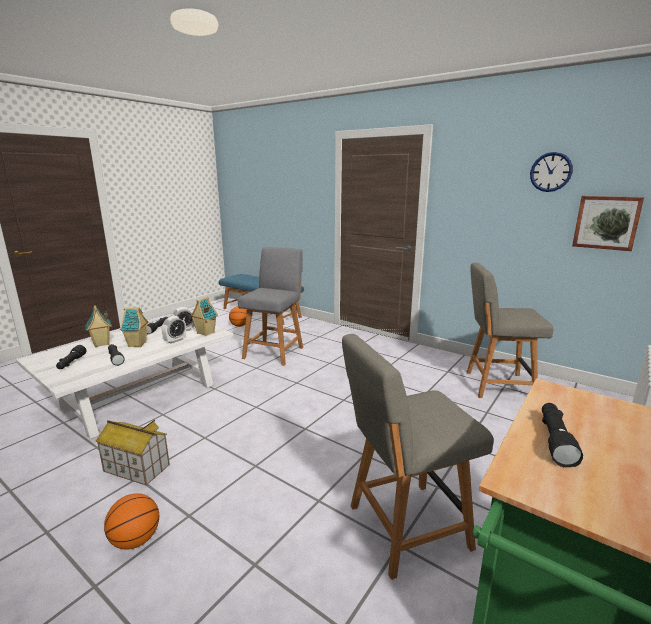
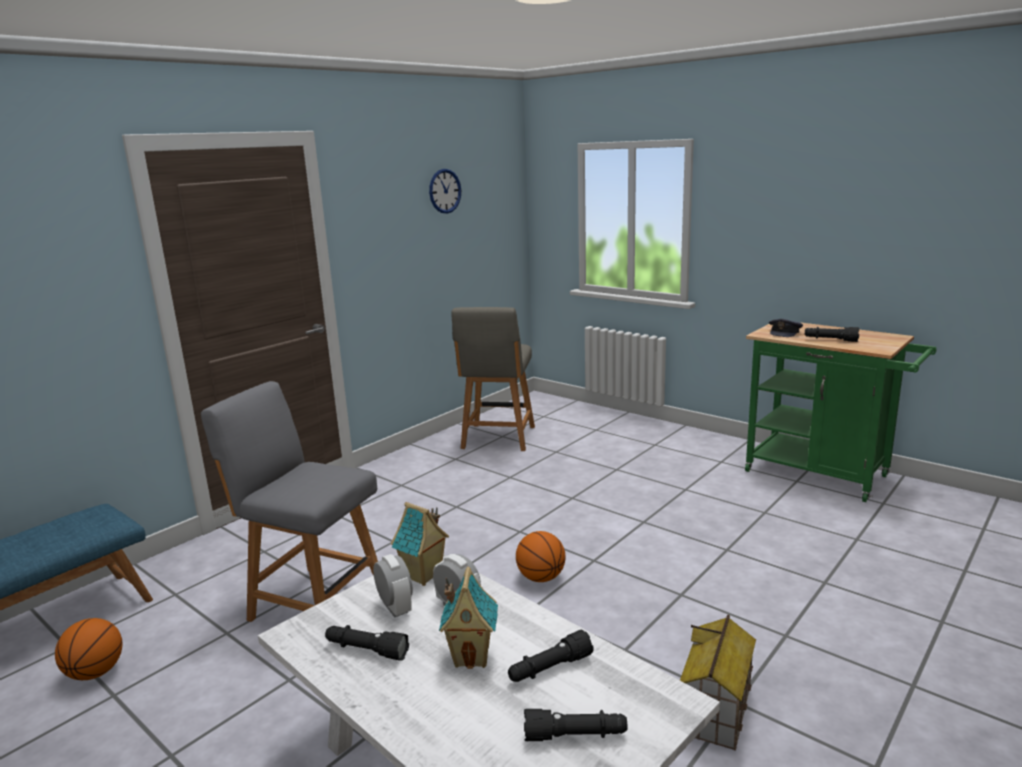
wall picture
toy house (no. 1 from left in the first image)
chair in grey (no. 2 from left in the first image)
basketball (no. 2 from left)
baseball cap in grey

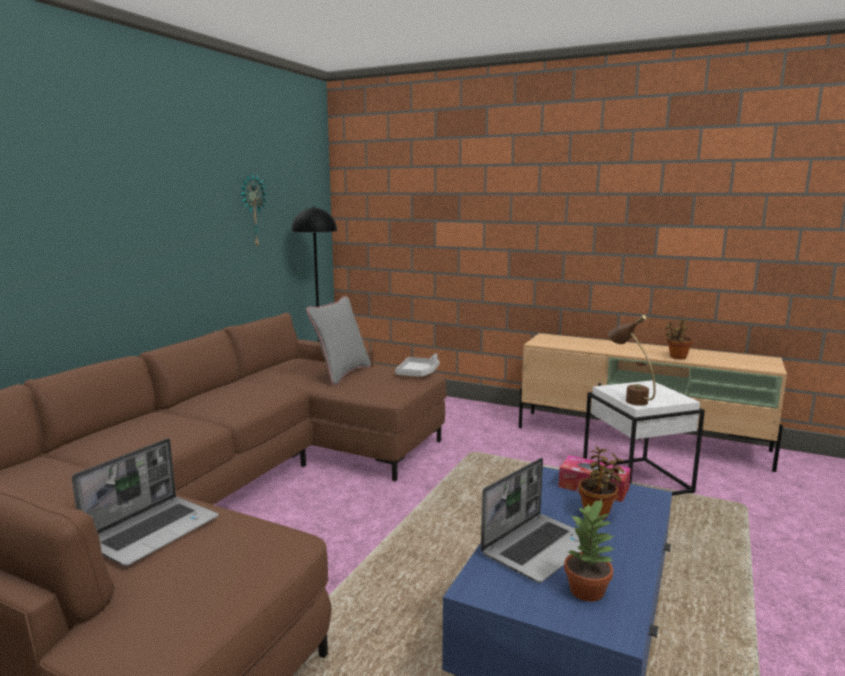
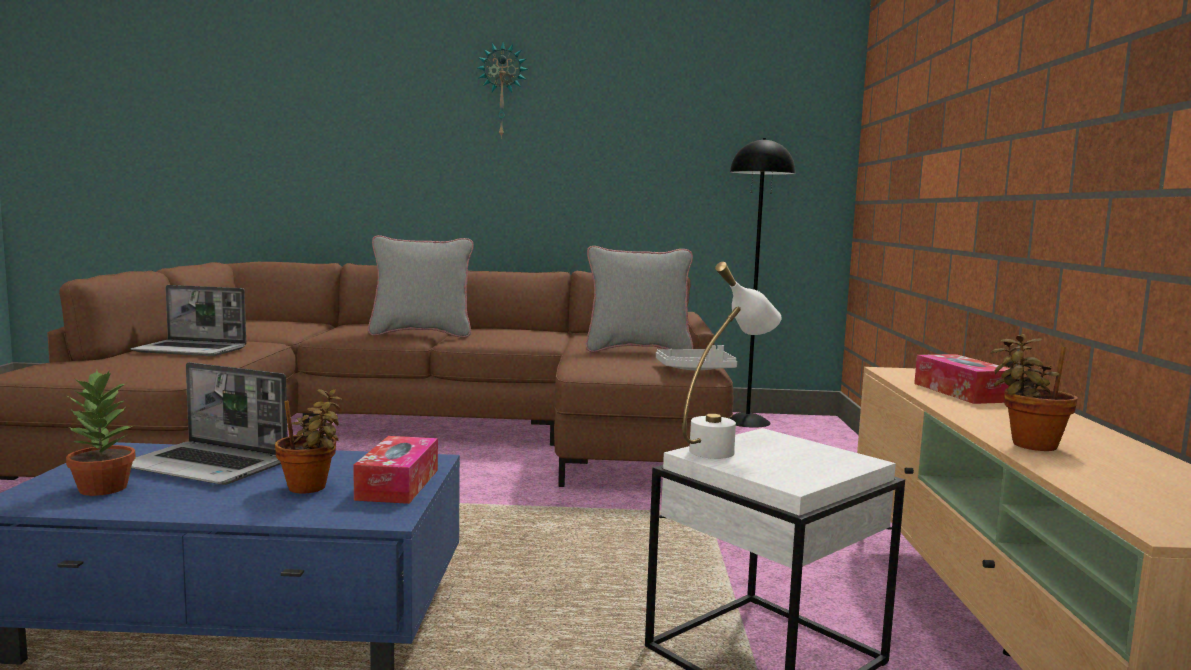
clock on the wall
tabletop lamp in whitish
pillow in grey (no. 1 from left)
box of tissues (no. 2 from left)

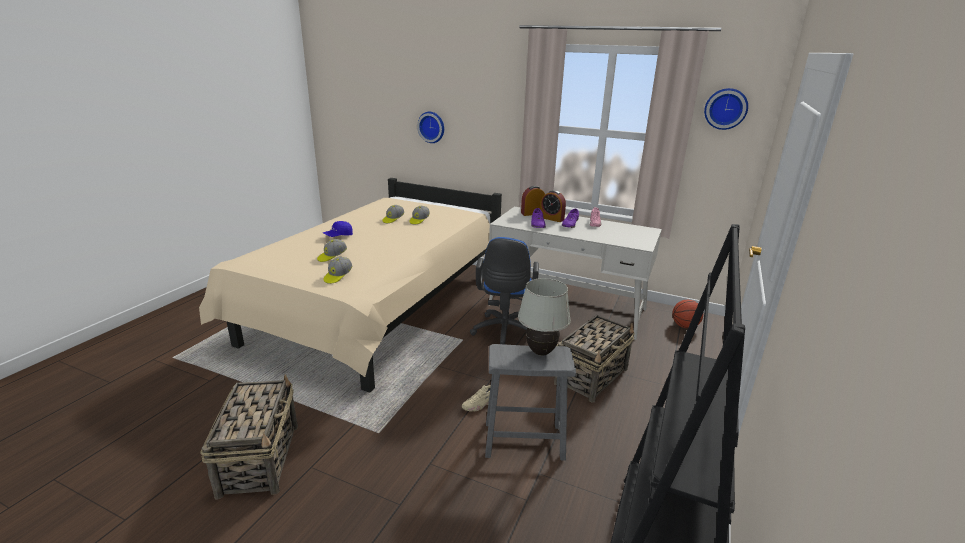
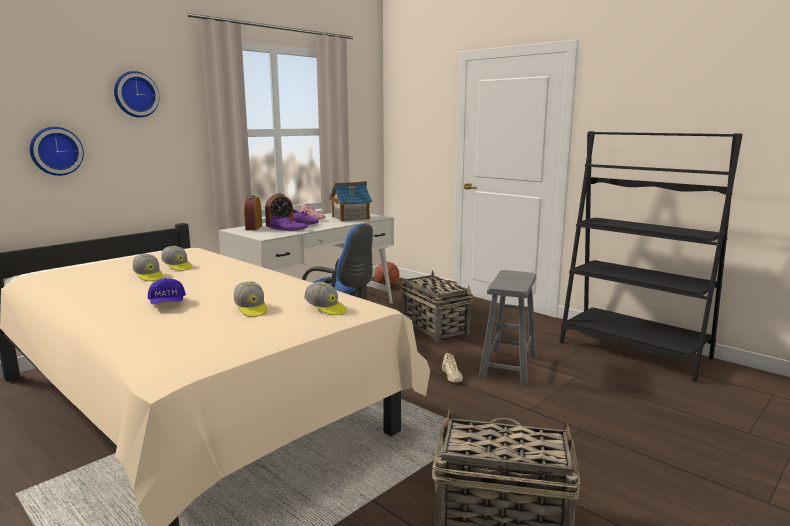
clock on the wall (no. 2 from left)
tabletop lamp in whitish
toy house

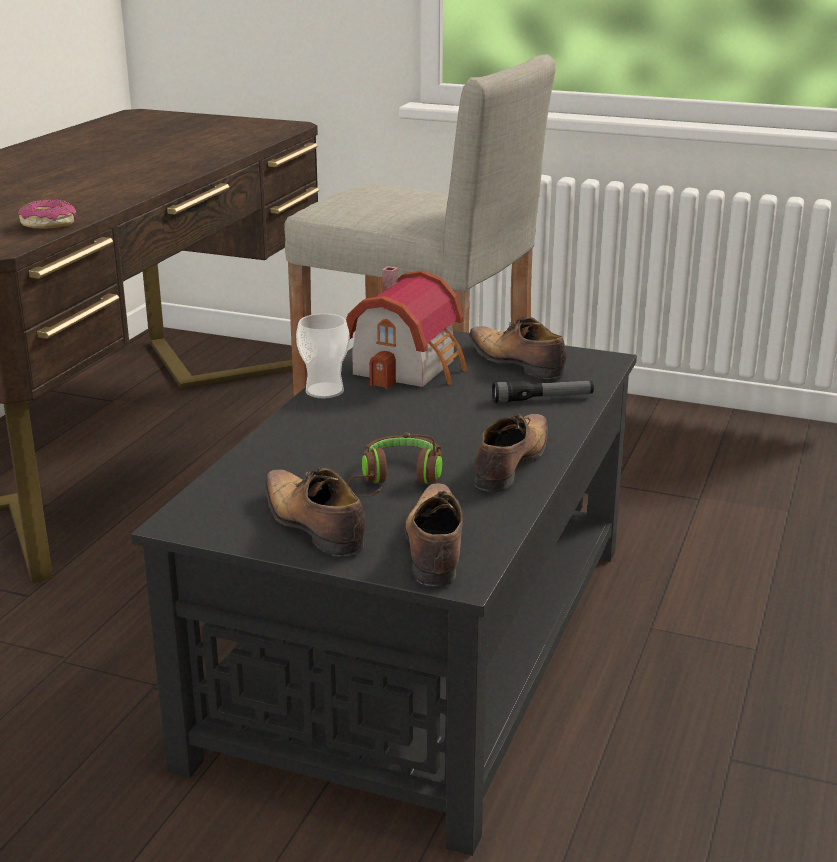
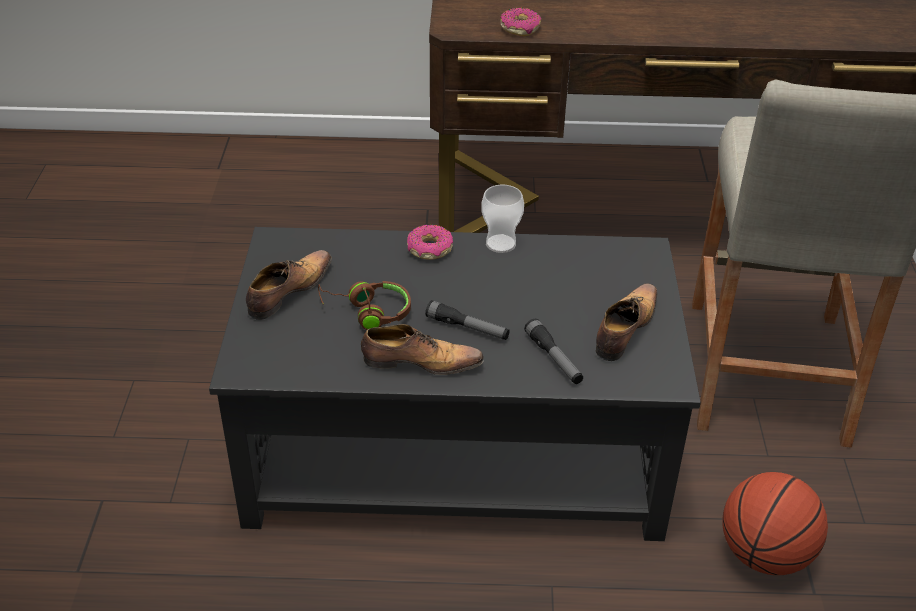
toy house
shoe (no. 2 from left in the first image)
donut (no. 1 from left)
hand torch (no. 1 from left)
basketball

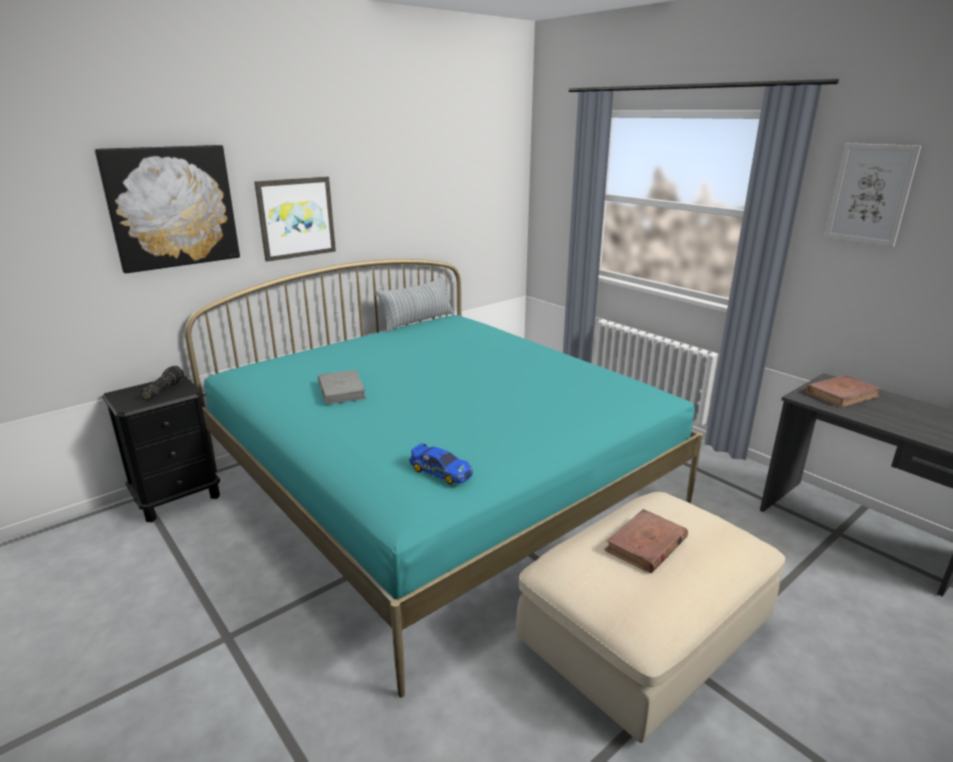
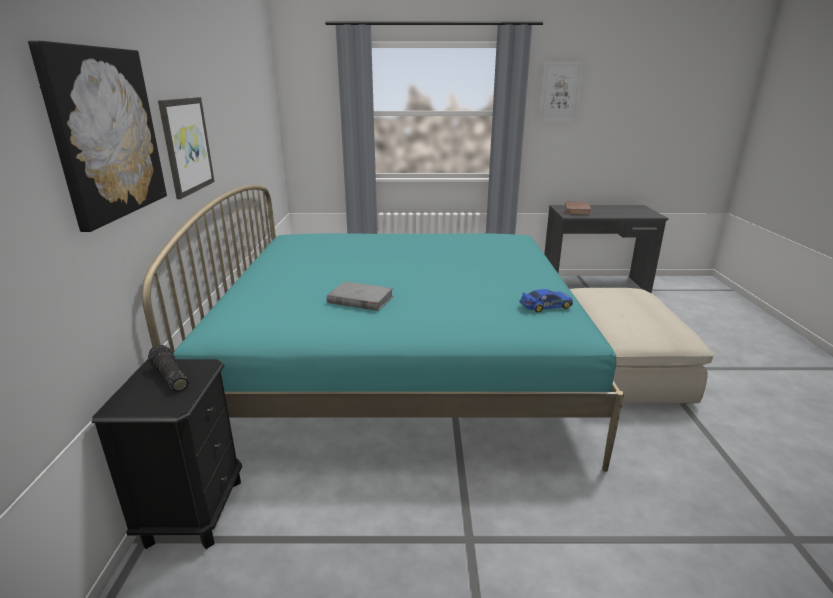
pillow
book in brown-coloured (no. 1 from left in the first image)

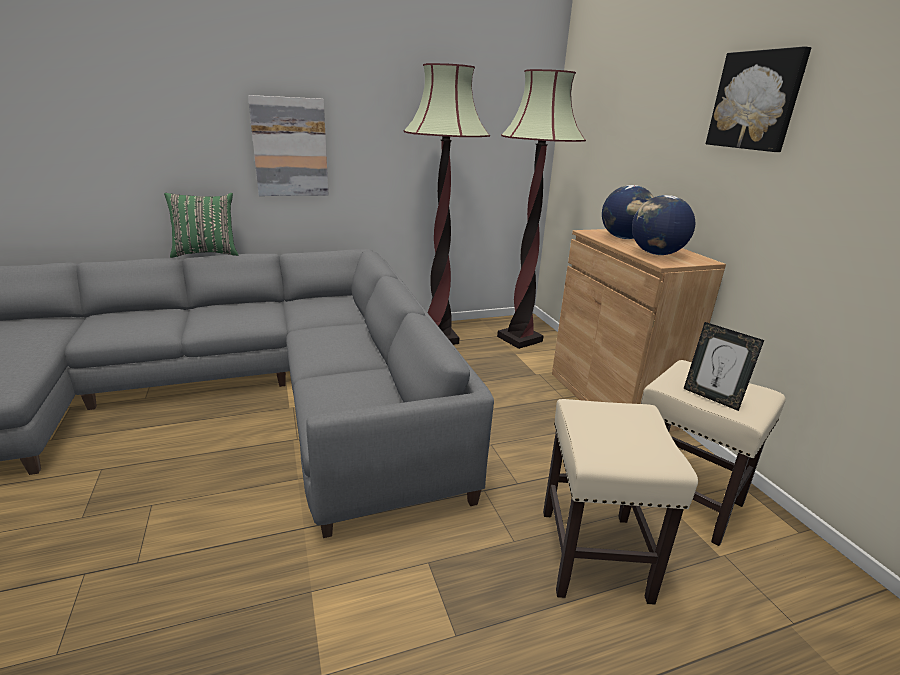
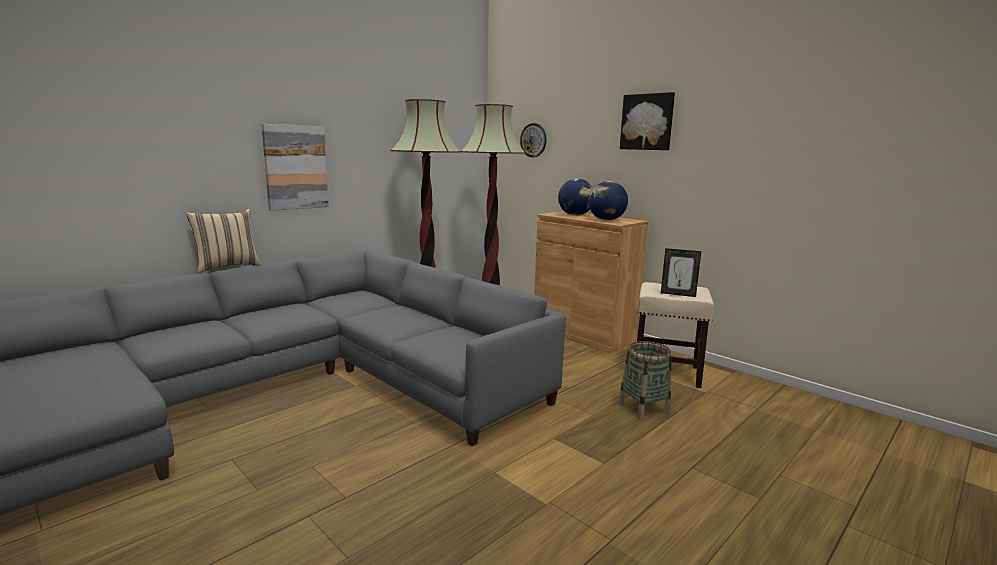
pillow in beige
basket
clock on the wall

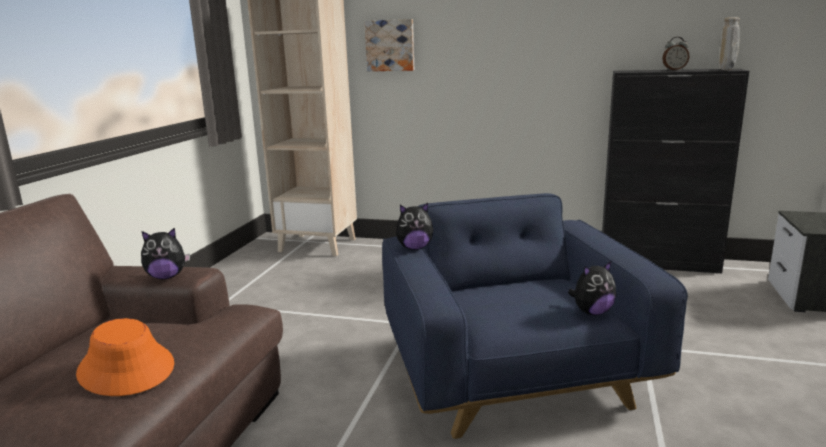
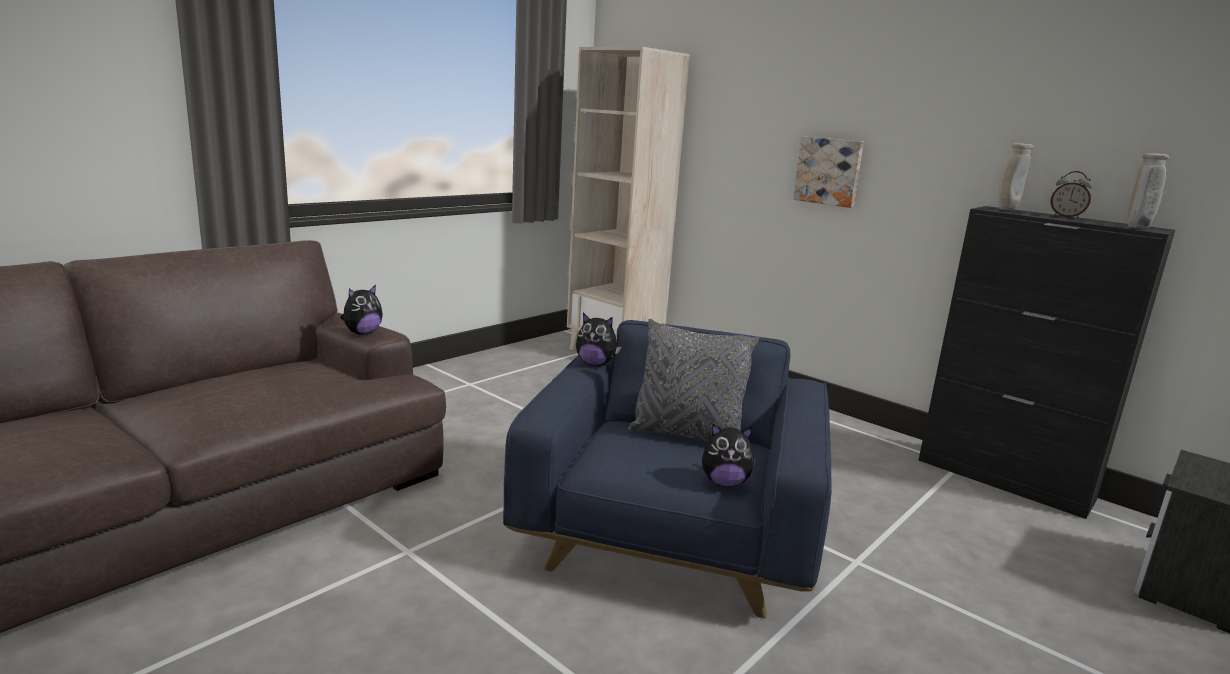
wall picture
cuddly toy (no. 1 from left)
clothing hat in orange
vase in beige (no. 1 from left)
pillow in grey

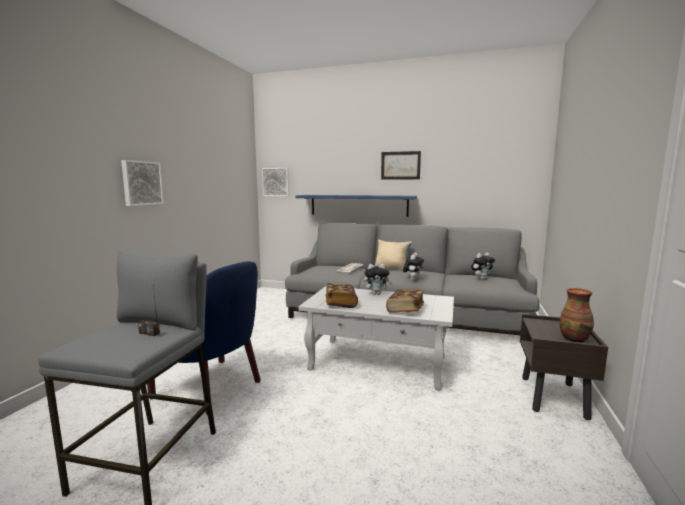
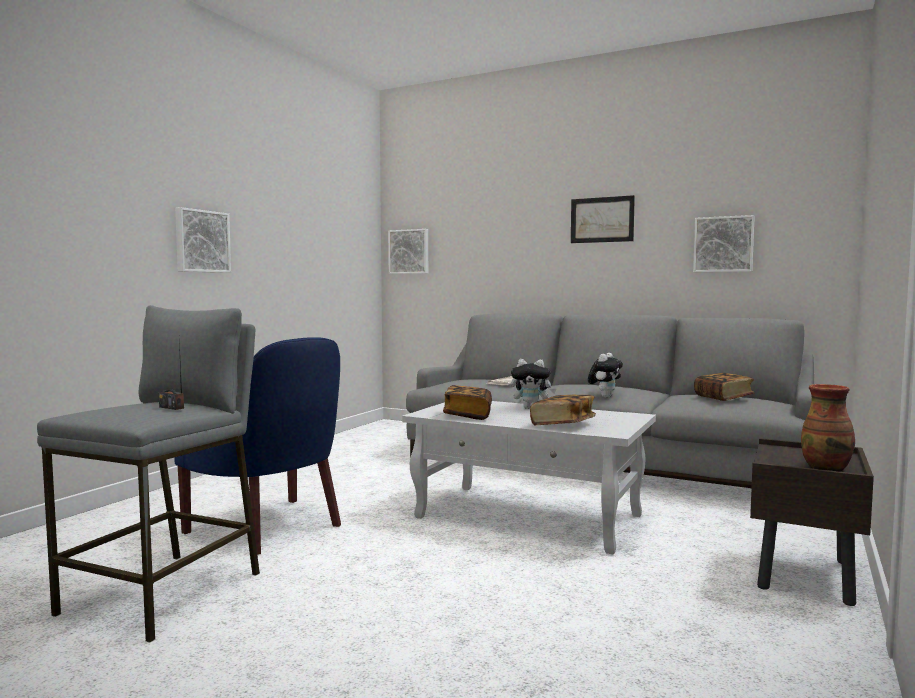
bracket shelf in blue-coloured
pillow in beige
book (no. 3 from left)
wall picture (no. 4 from left)

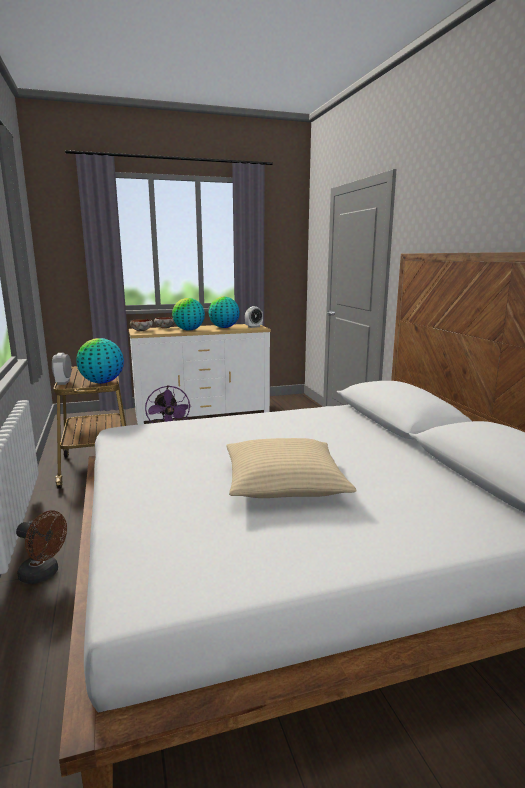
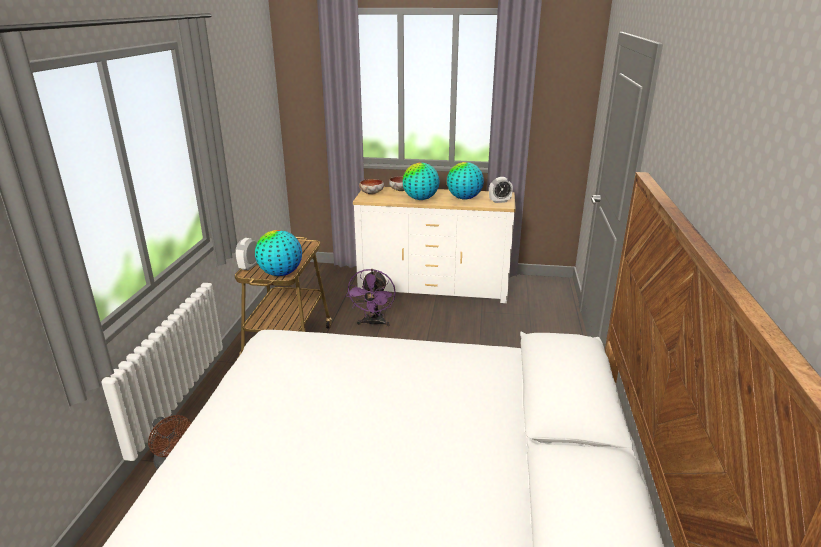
pillow in beige

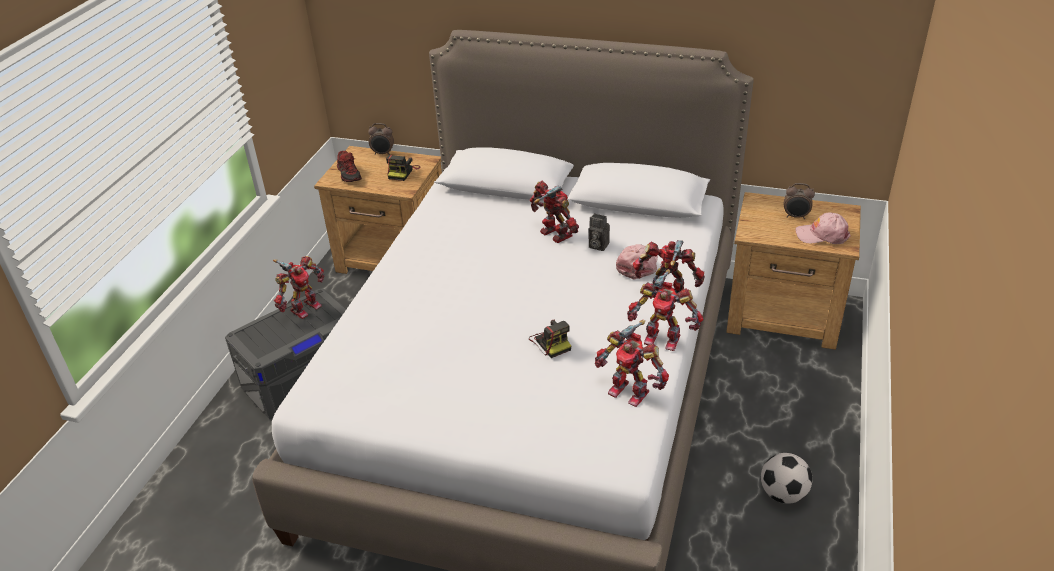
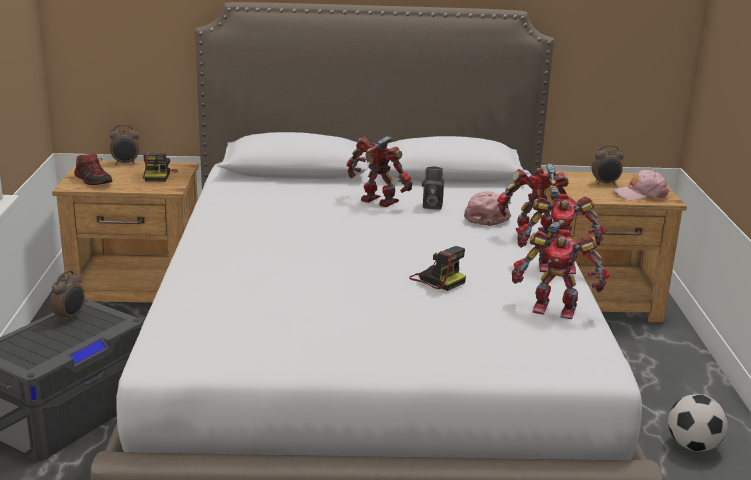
table clock (no. 1 from left)

